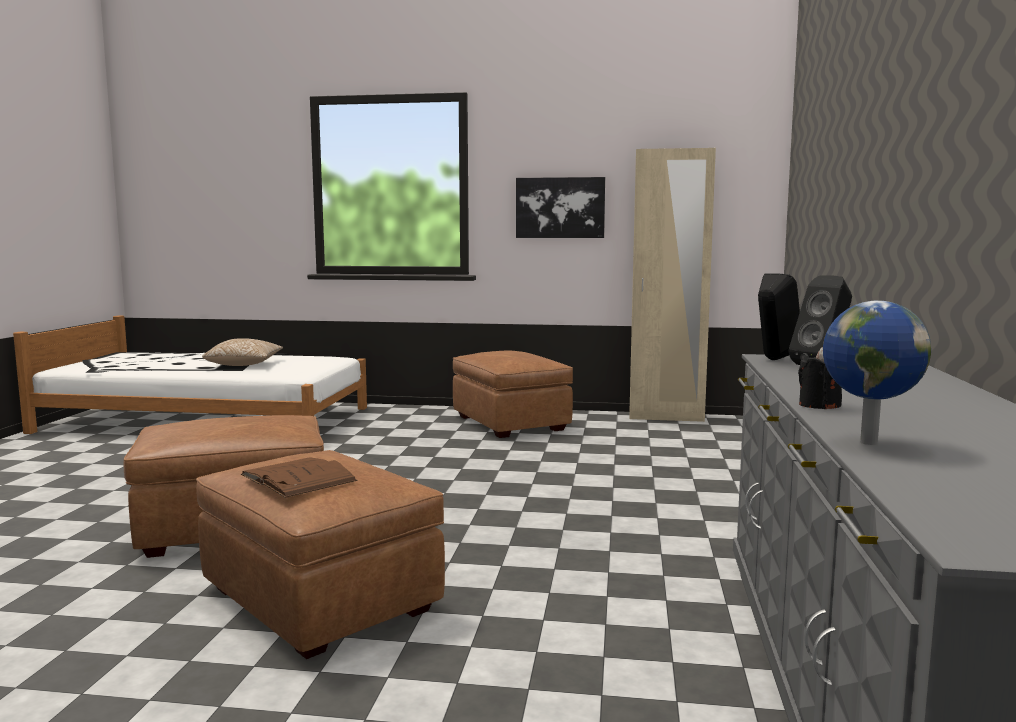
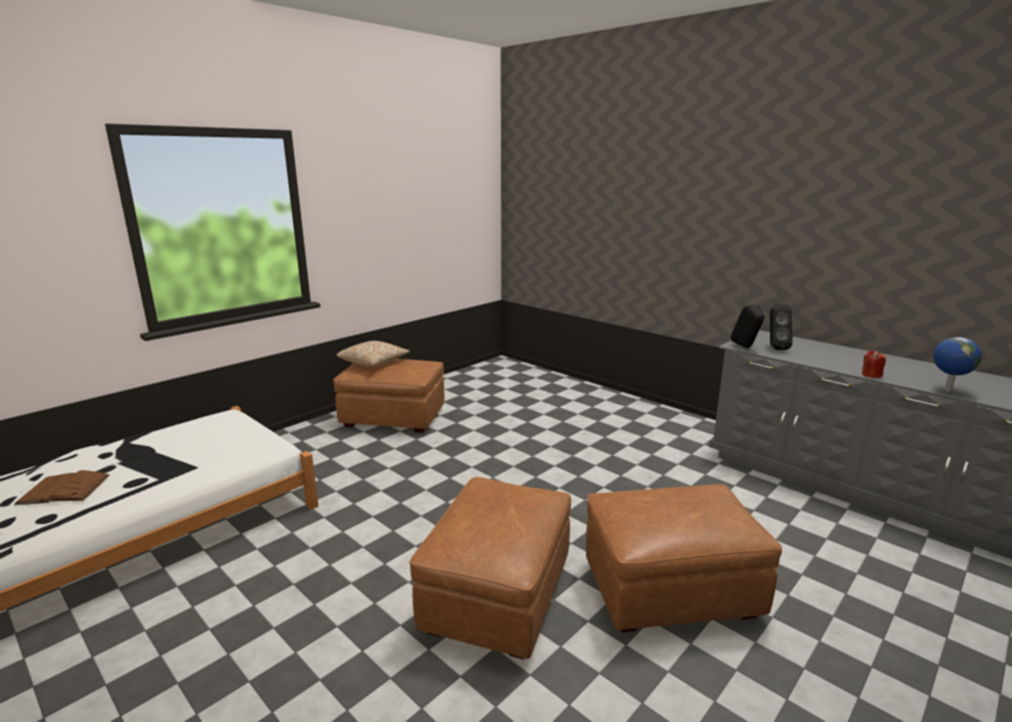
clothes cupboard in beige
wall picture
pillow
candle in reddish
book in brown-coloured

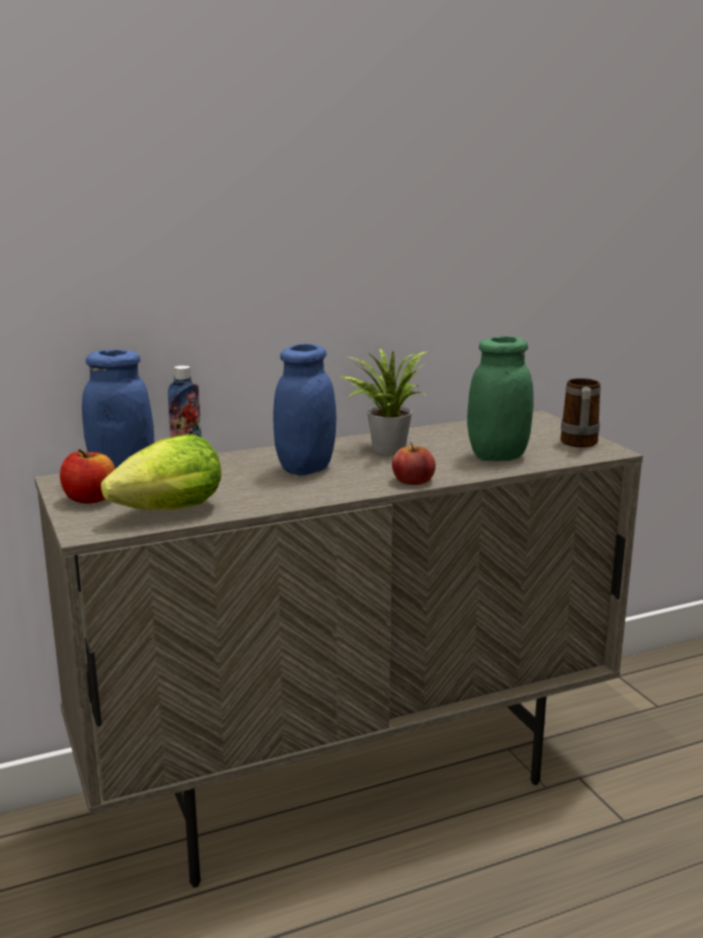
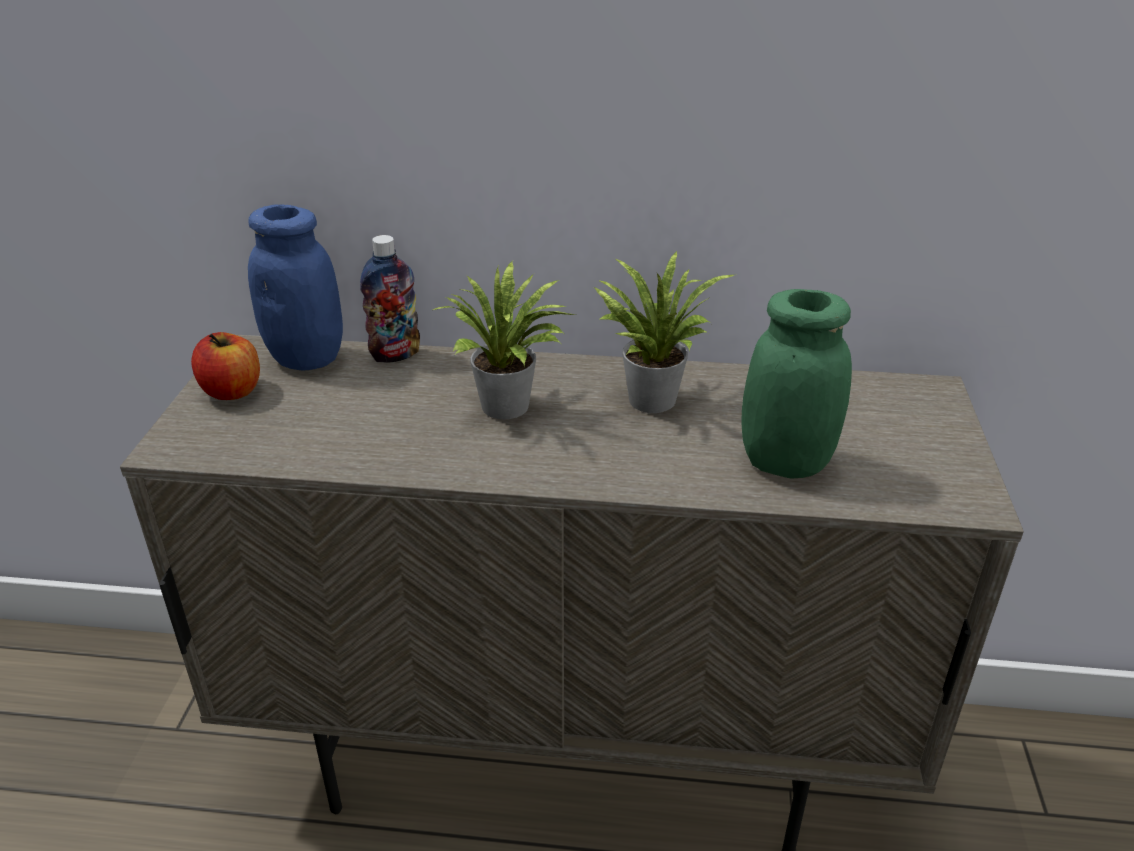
potted plant (no. 1 from left)
tea mug
lettuce
apple (no. 2 from left in the first image)

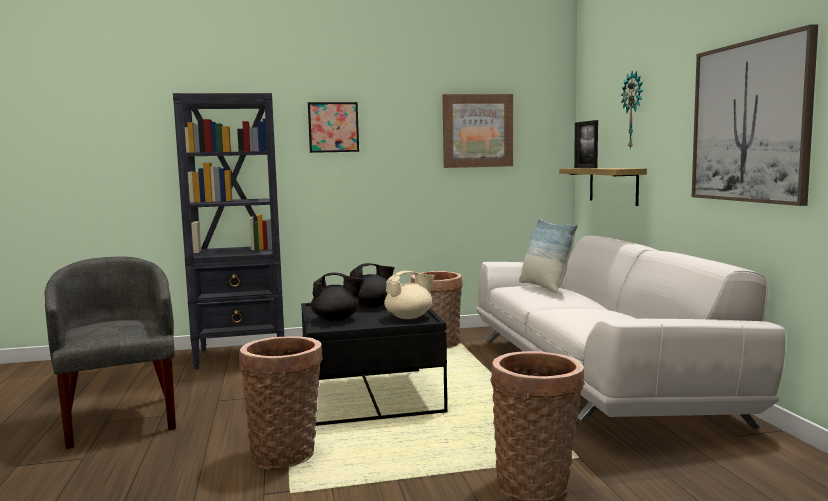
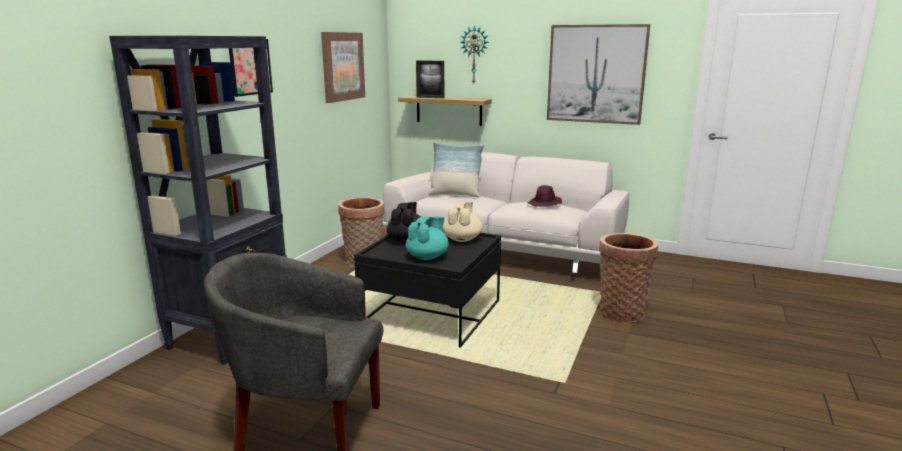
teapot in turquoise-coloured
basket (no. 1 from left in the first image)
clothing hat in purplish

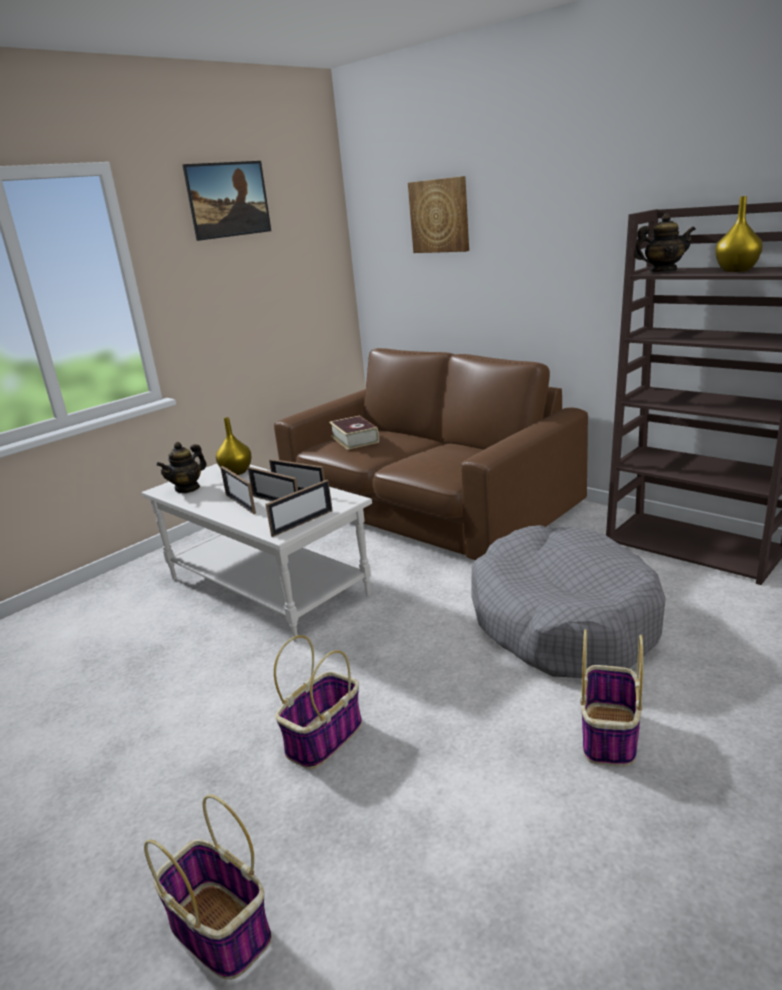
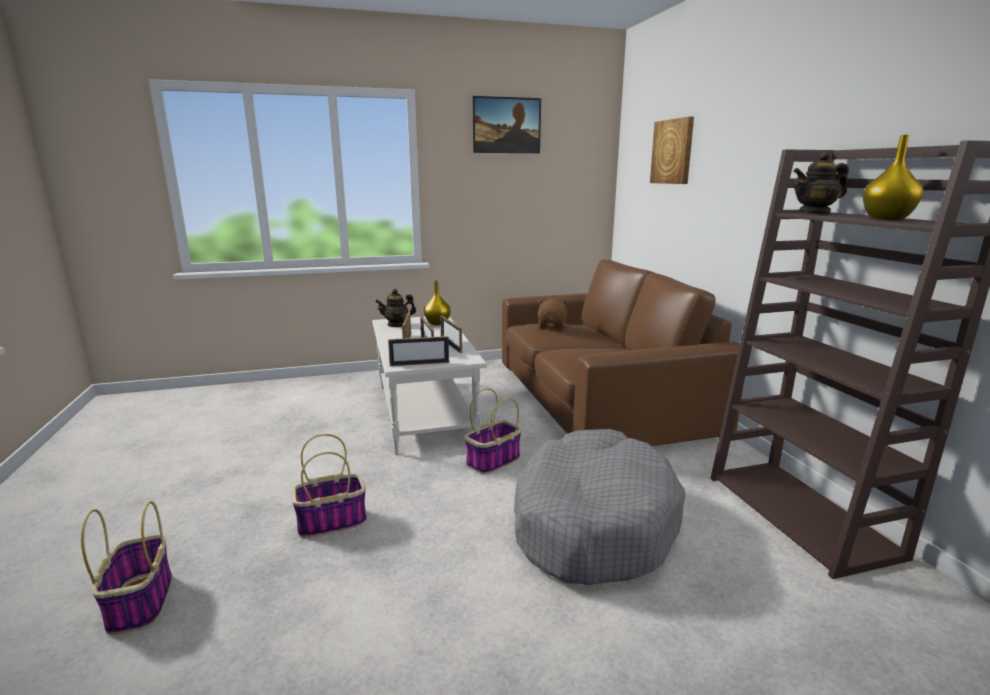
teapot (no. 2 from left)
cuddly toy in brown-coloured
basket (no. 3 from left)

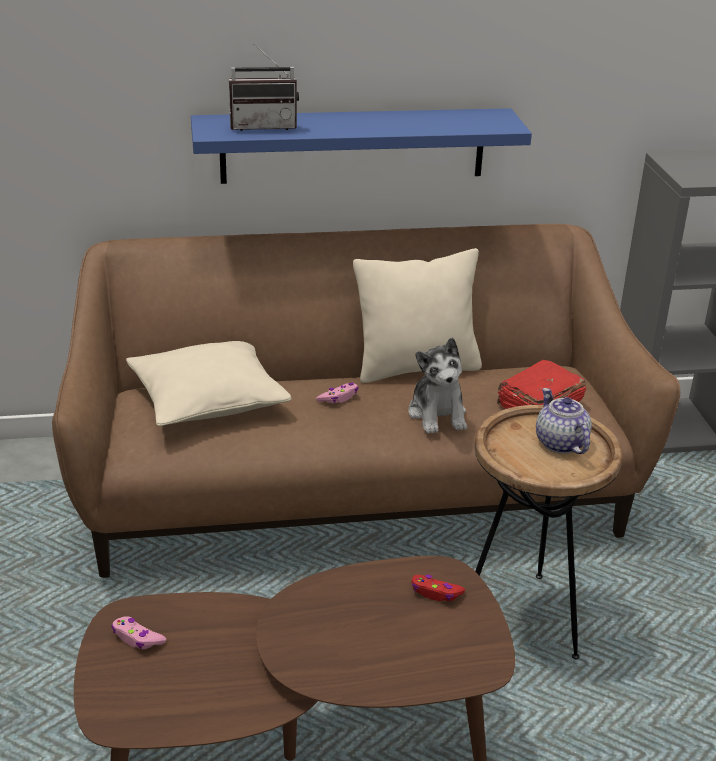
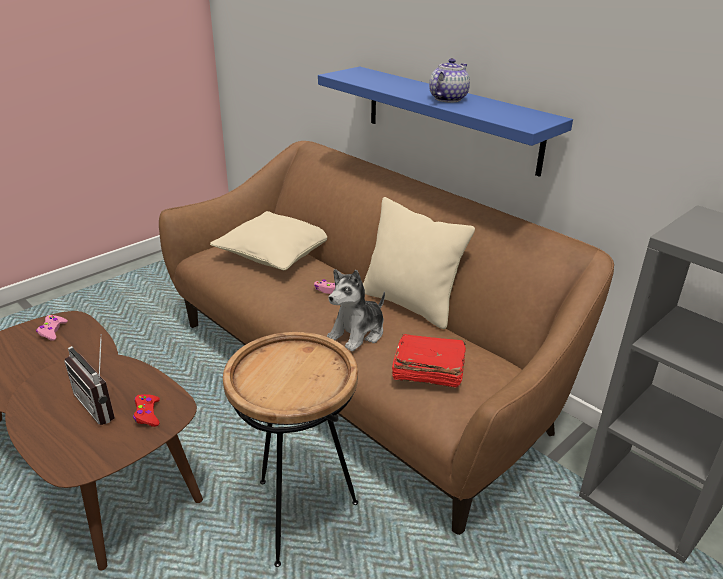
radio set
teapot

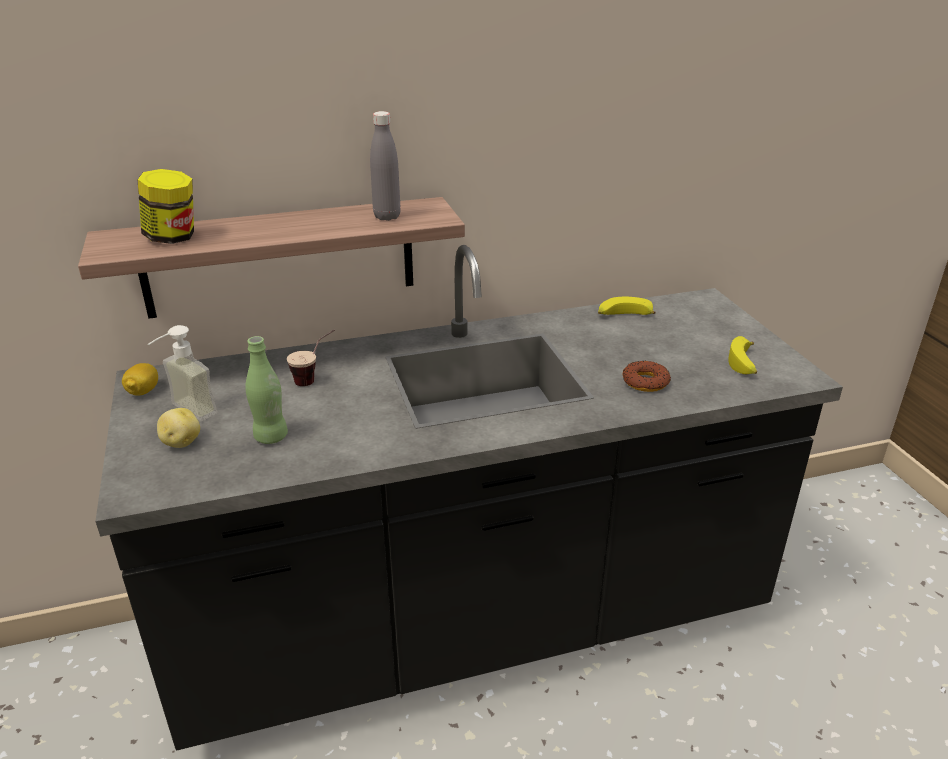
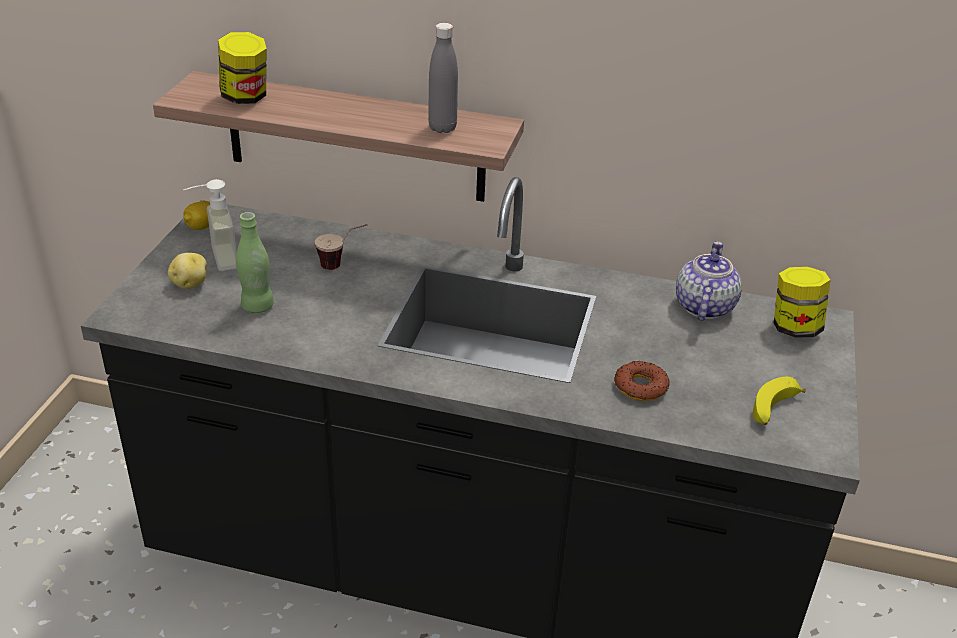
teapot
jar (no. 2 from left)

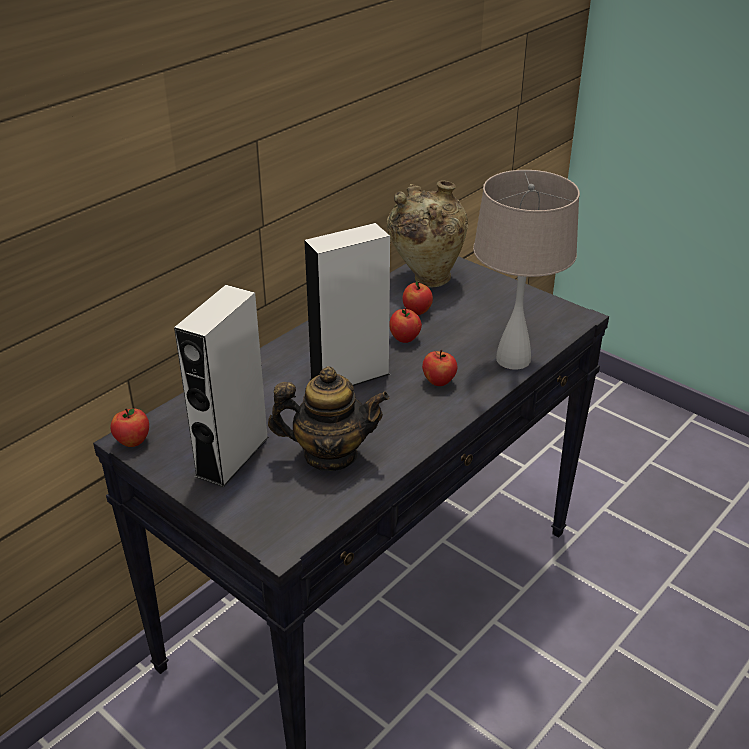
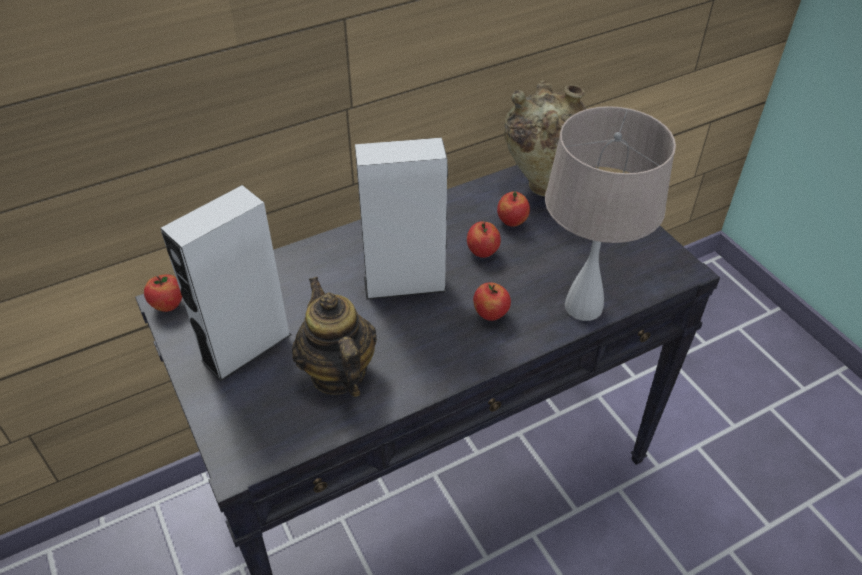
teapot

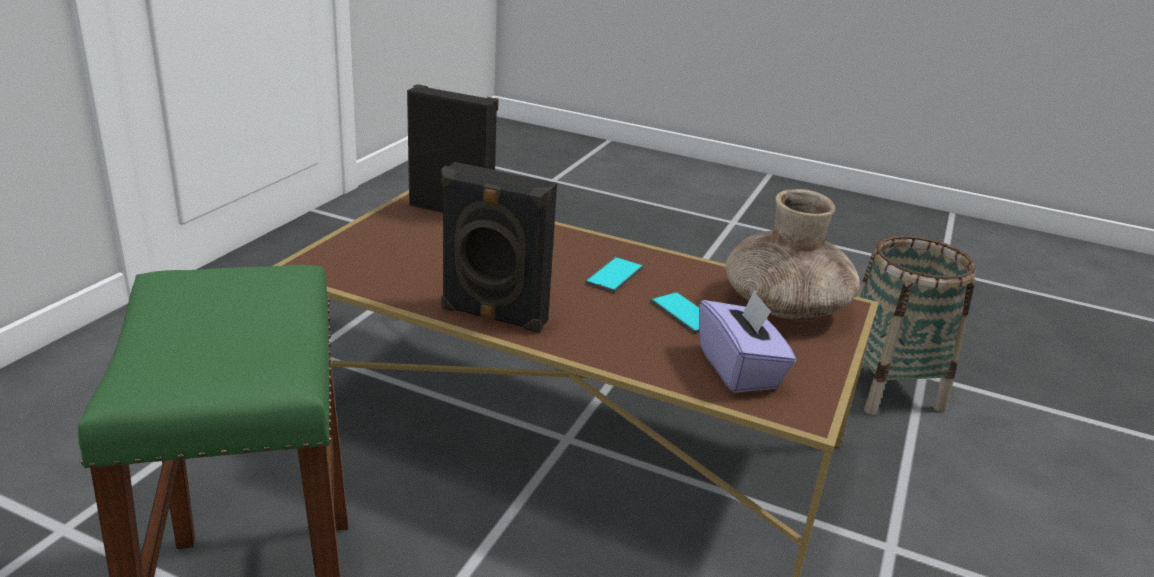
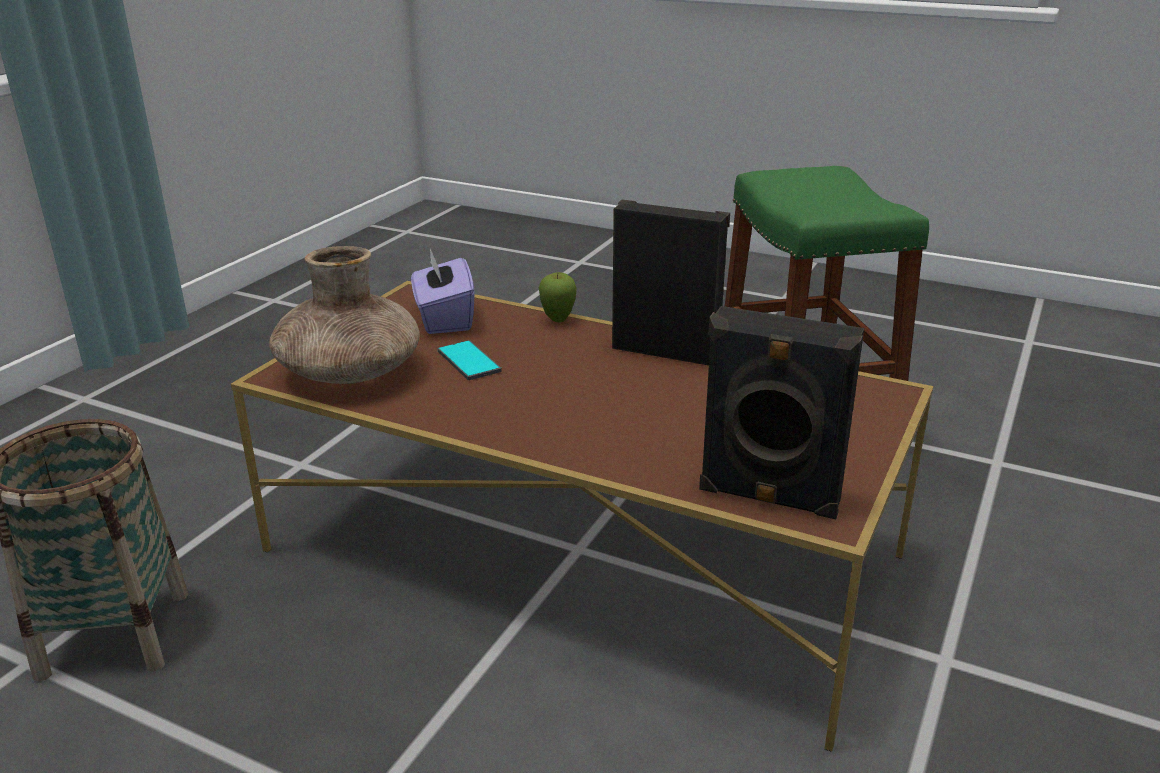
telephone (no. 1 from left in the first image)
apple

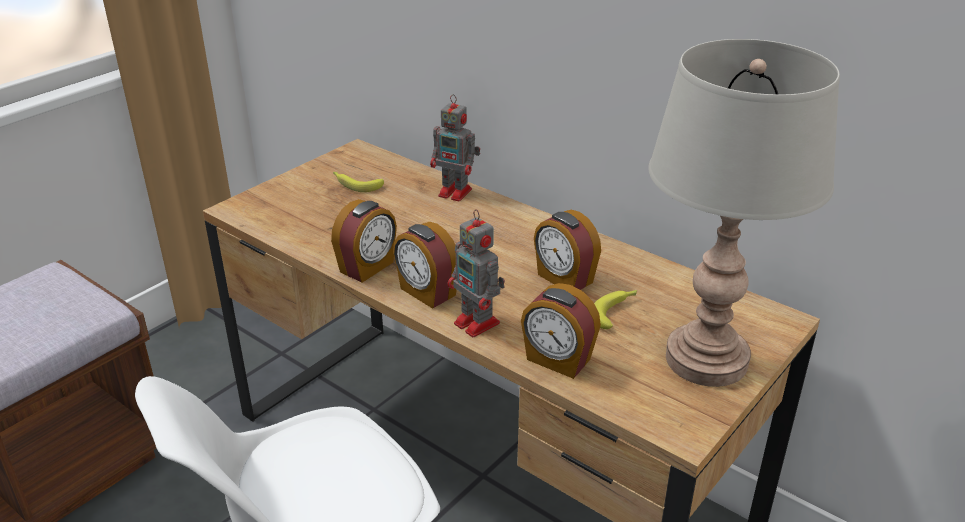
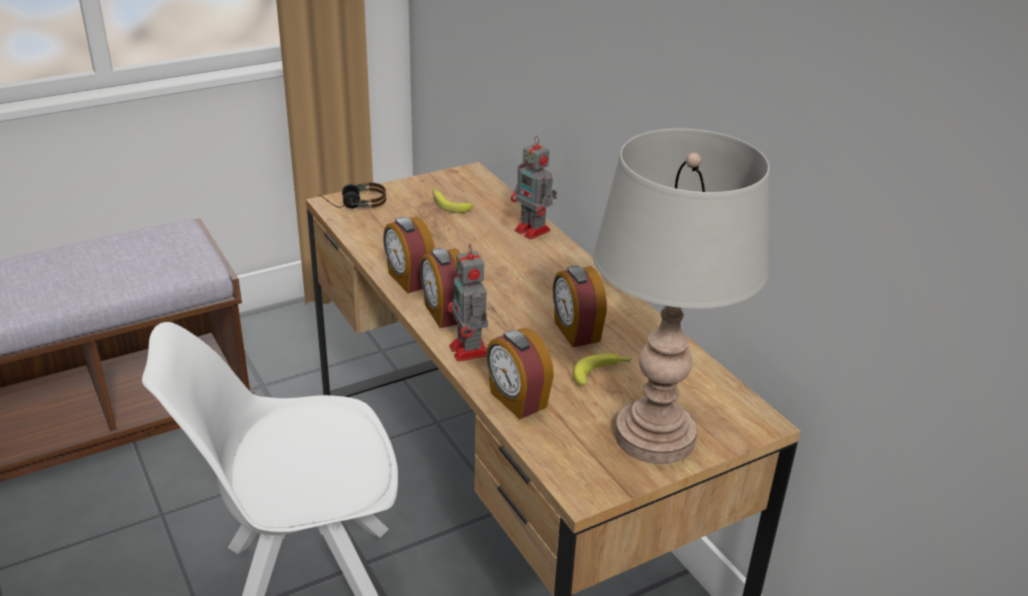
table clock (no. 1 from left)
headset

